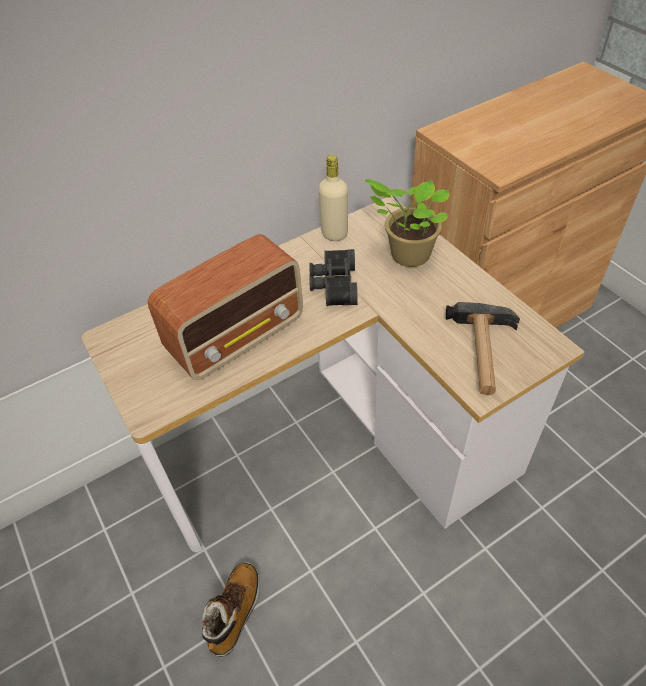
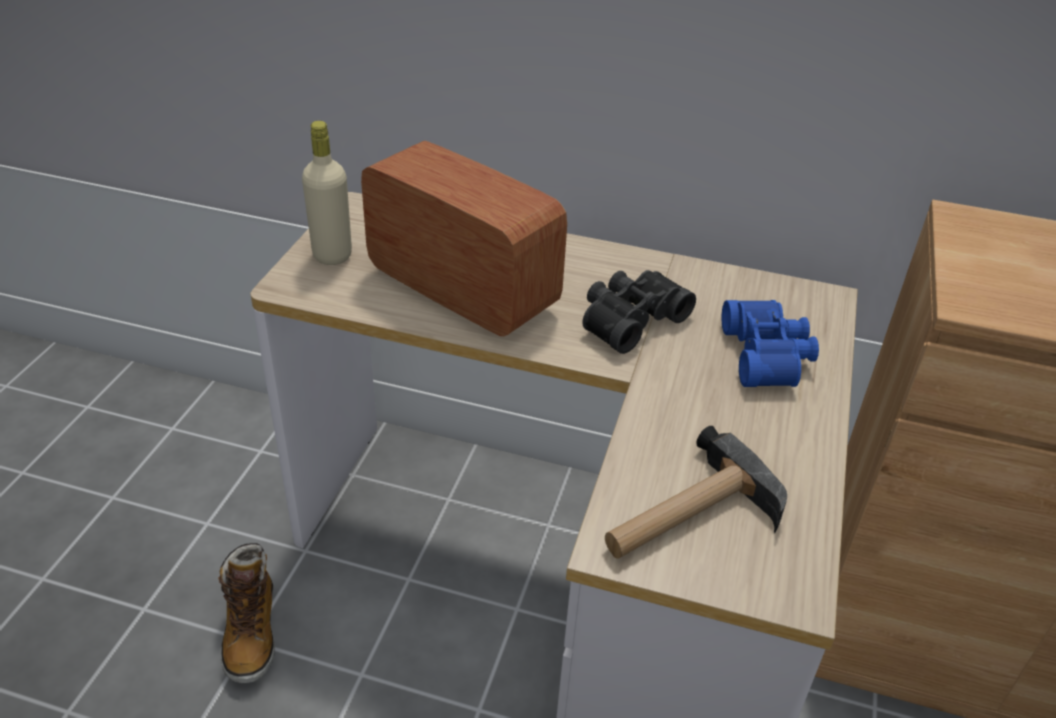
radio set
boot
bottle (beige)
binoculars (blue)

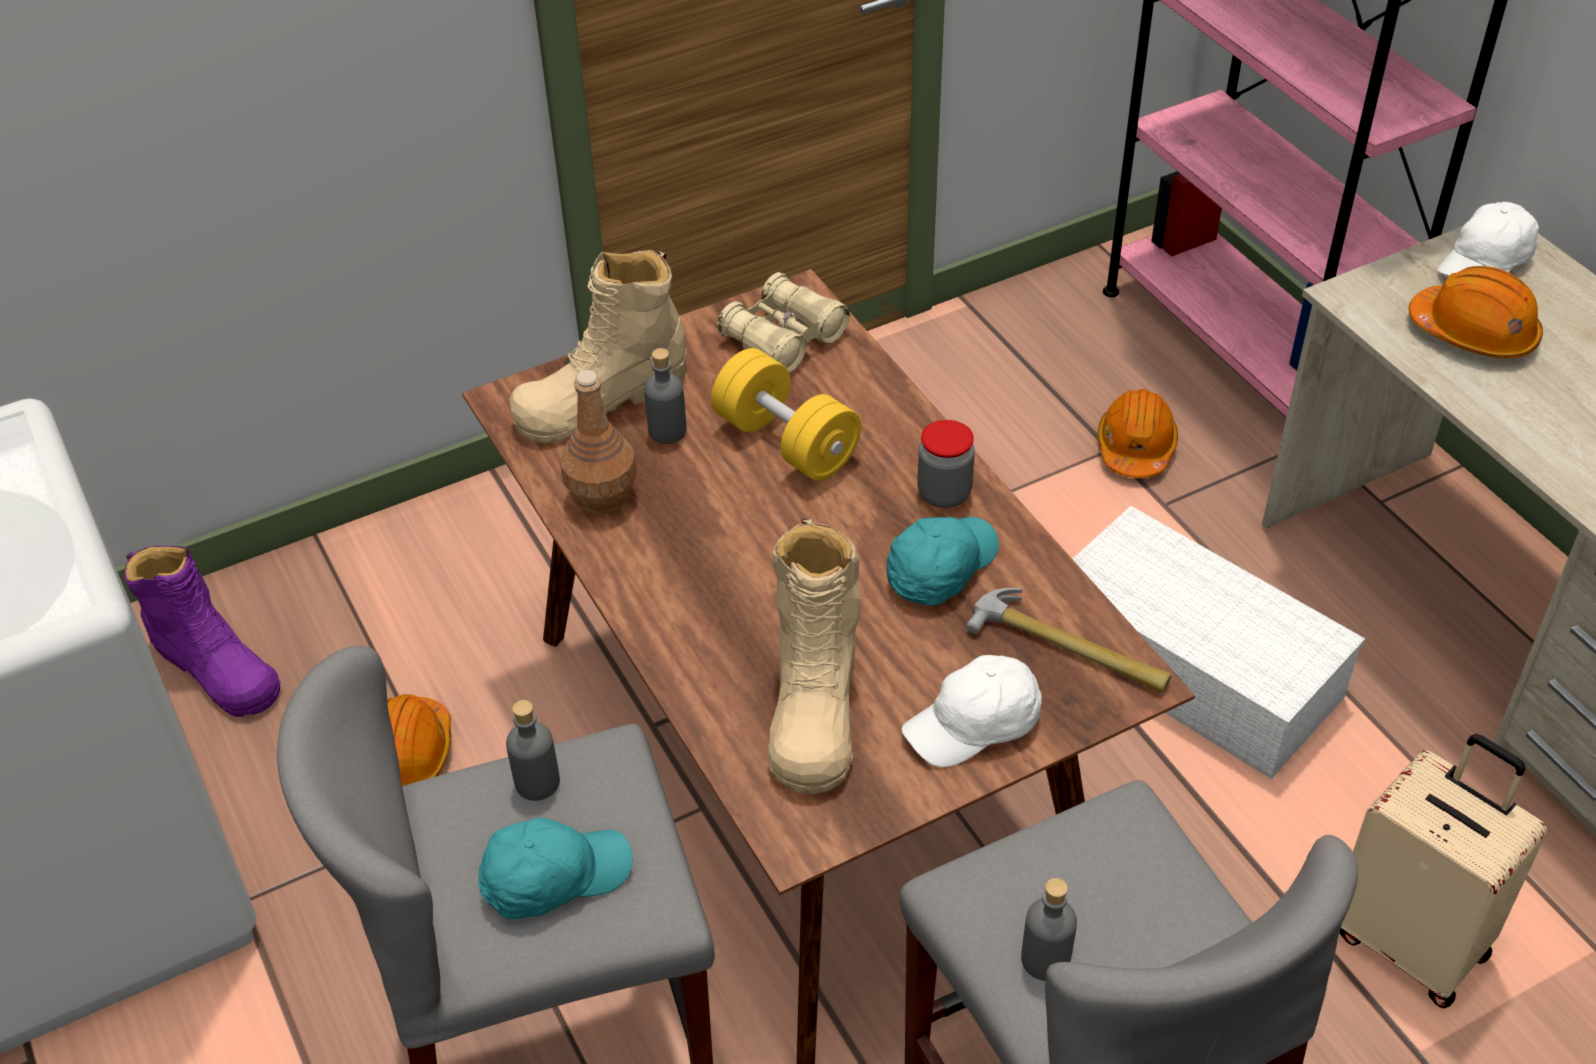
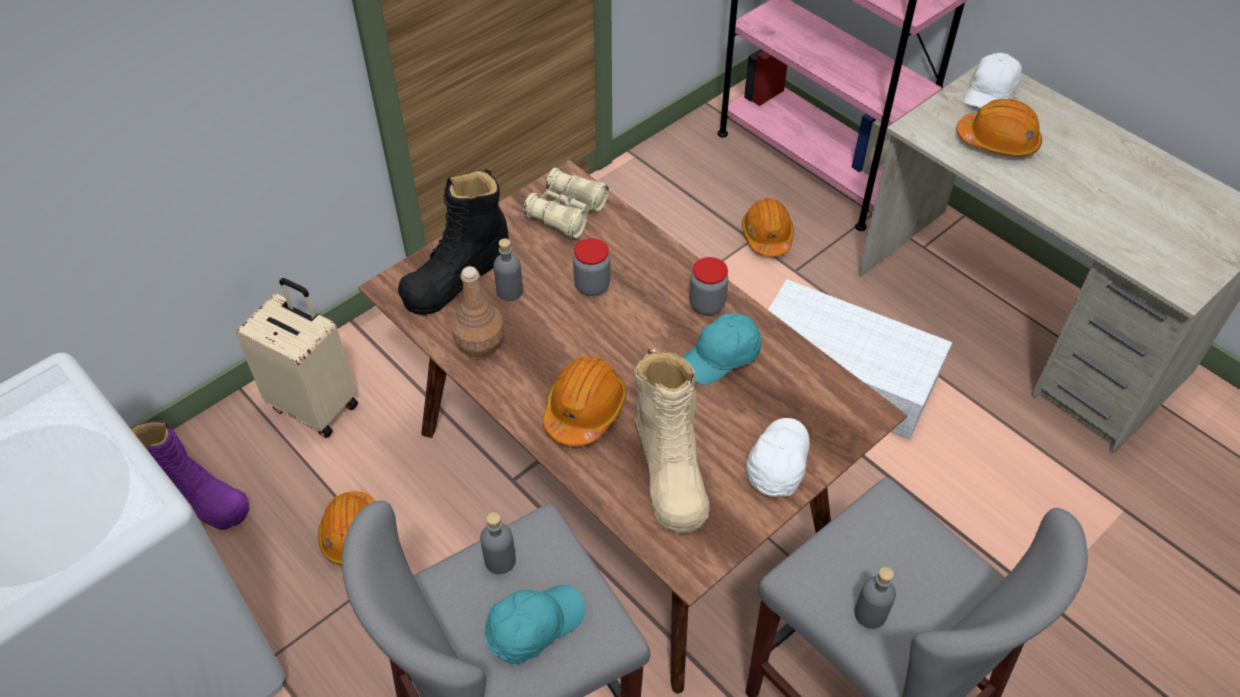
boot (black-coloured)
preserve jar (no. 1 from left)
peaked cap (turquoise) (no. 2 from left)
peaked cap (white-coloured) (no. 1 from left)
hammer
suitcase (beige)
hard hat (orange) (no. 2 from left)

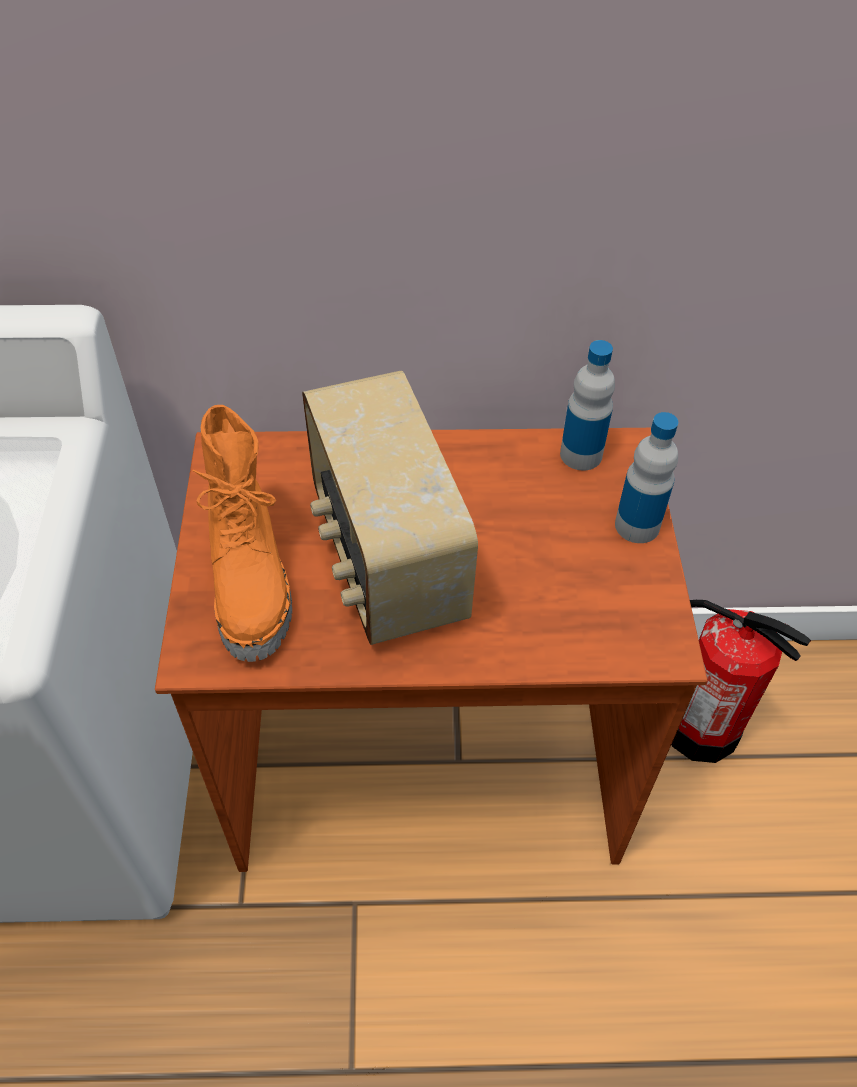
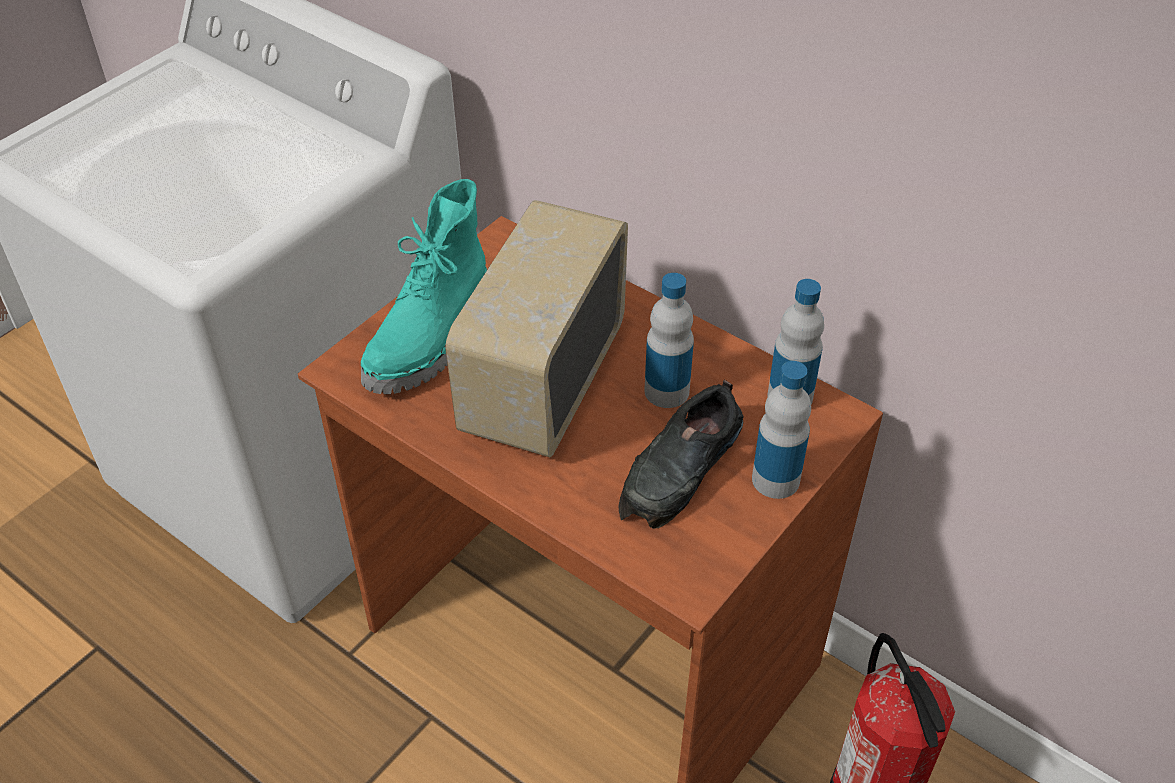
boot (turquoise)
shoe (black-coloured)
bottle (no. 1 from left)

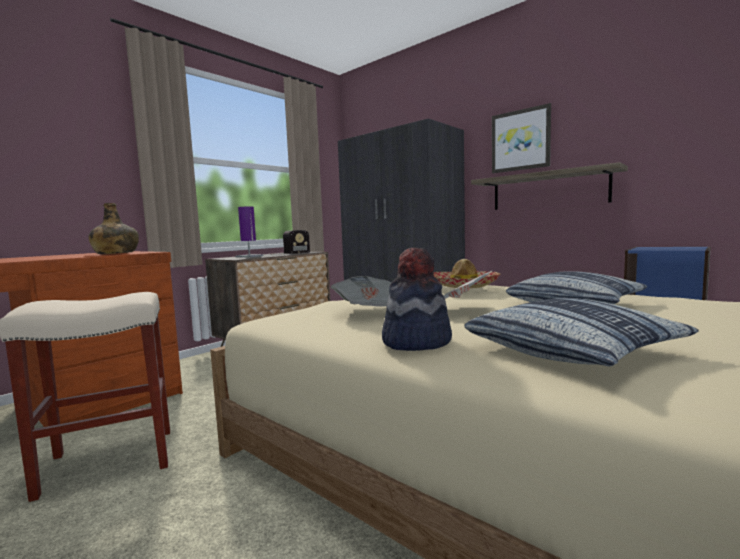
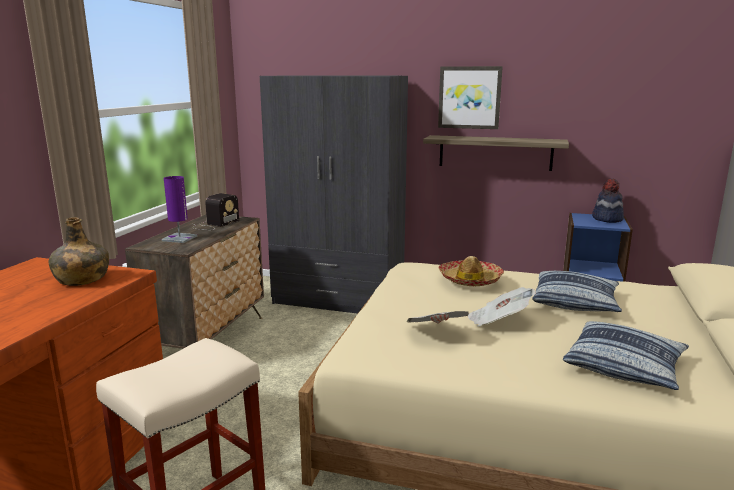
clothing hat (no. 2 from left)

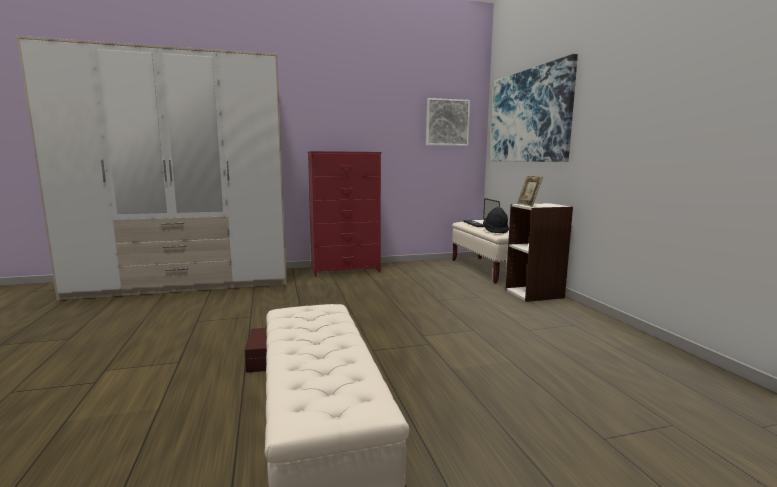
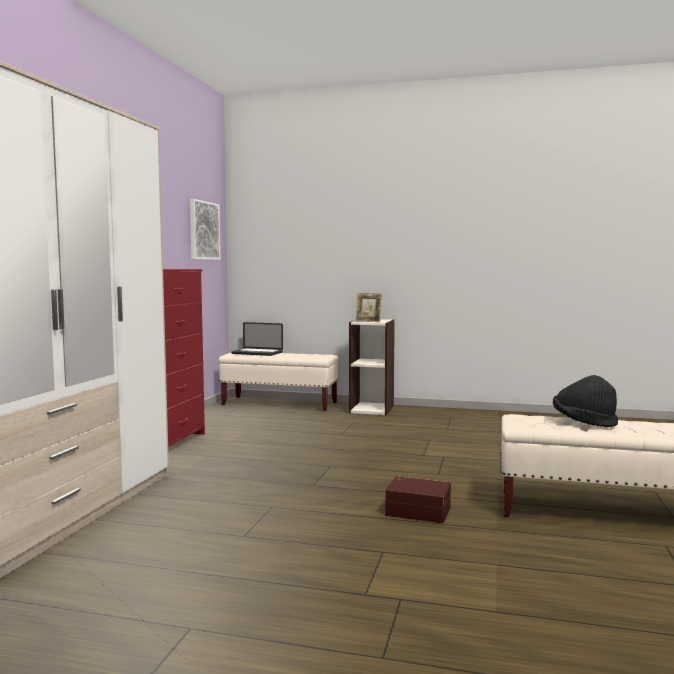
clothing hat (black-coloured)
wall picture (no. 2 from left in the first image)

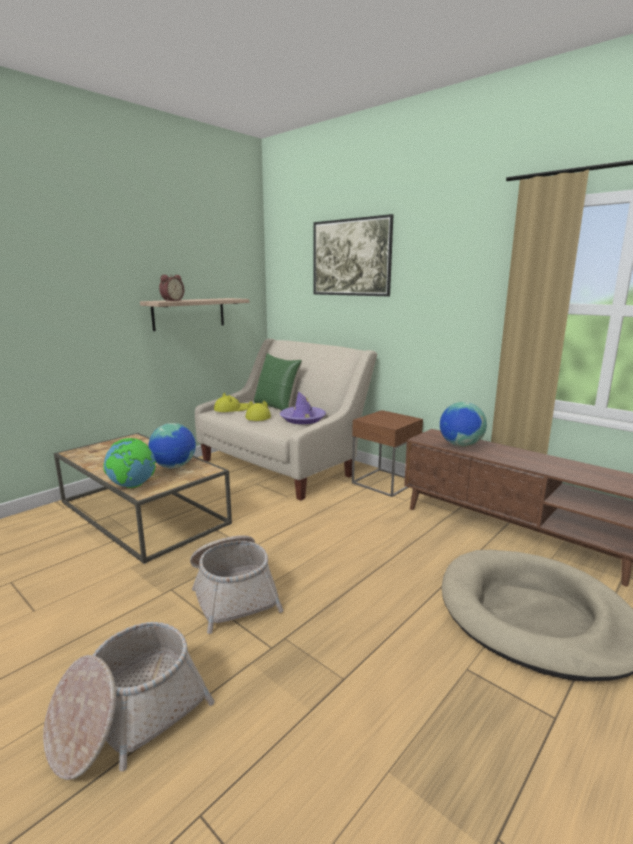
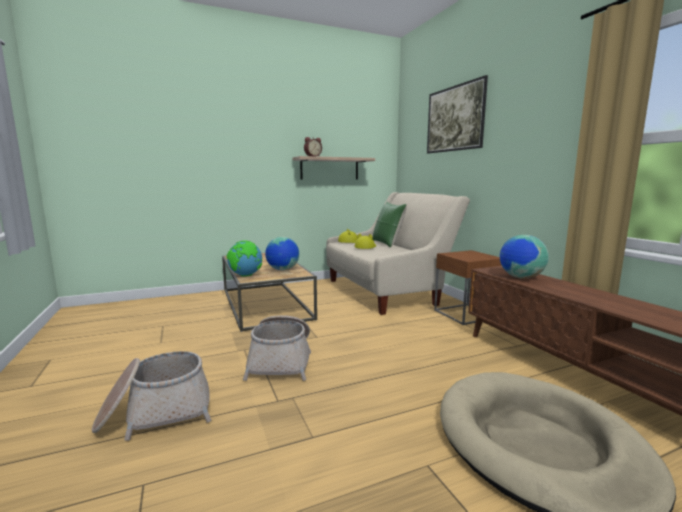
clothing hat (purplish)

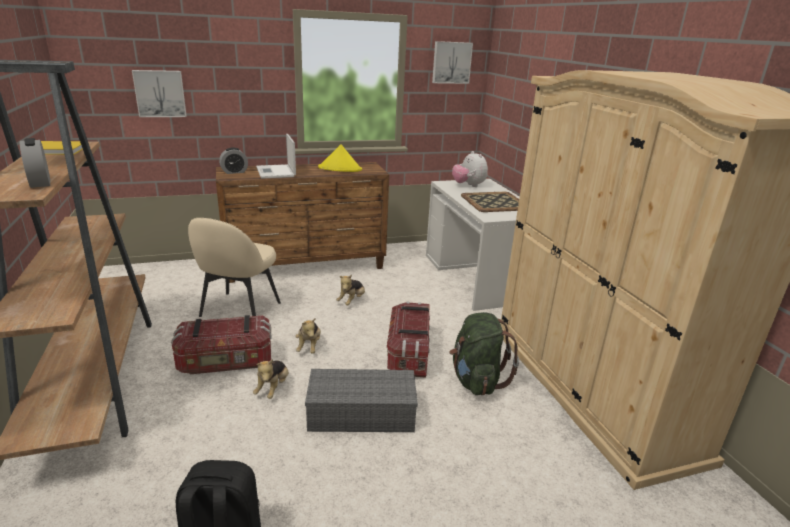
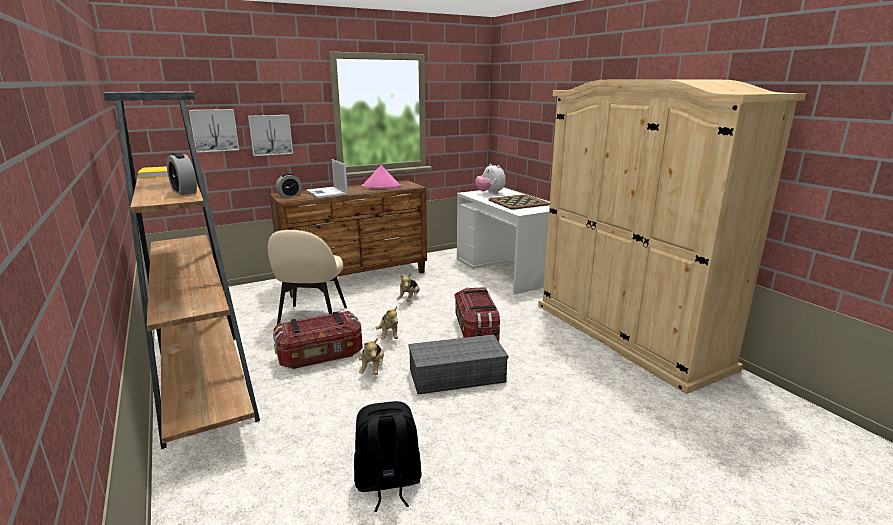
clothing hat (pinkish)
wall picture (no. 2 from left)
knapsack (greenish)

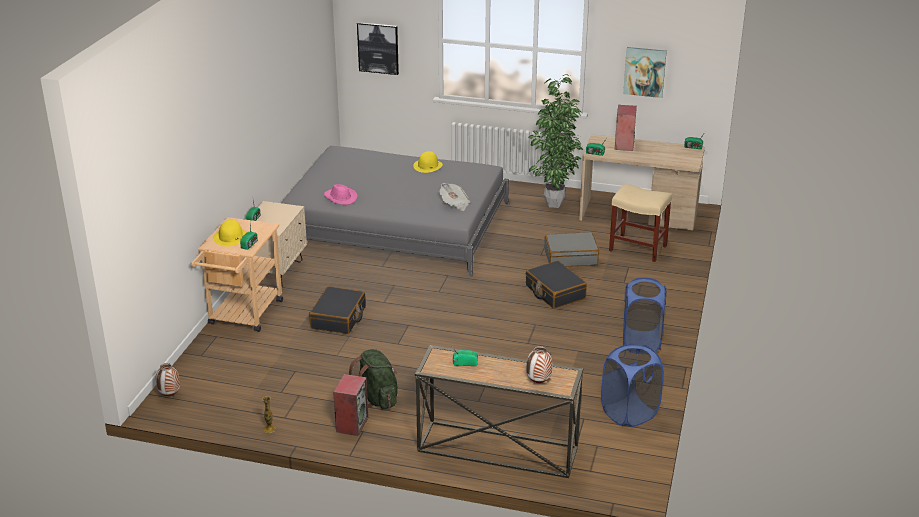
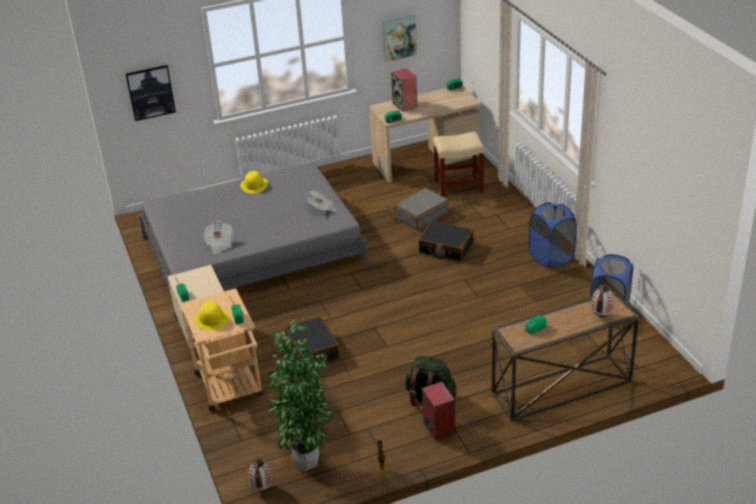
daily paper (no. 1 from left)
houseplant

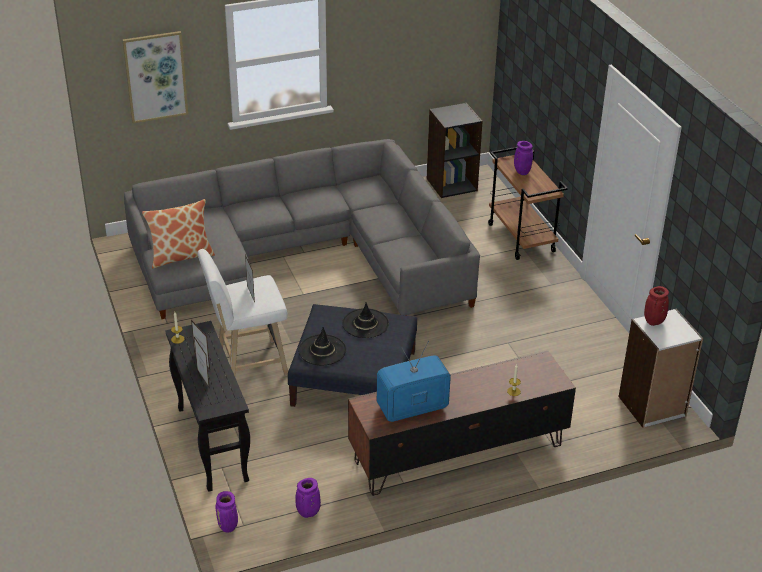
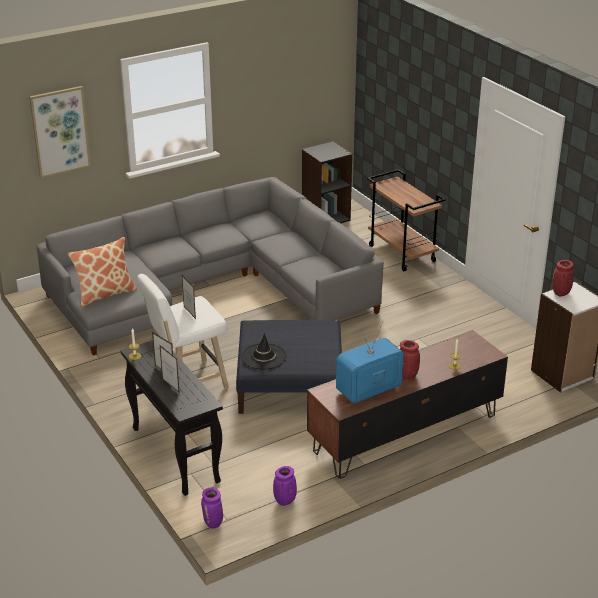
clothing hat (black-coloured) (no. 2 from left in the first image)
flower vase (purplish) (no. 3 from left in the first image)
flower vase (reddish) (no. 1 from left)

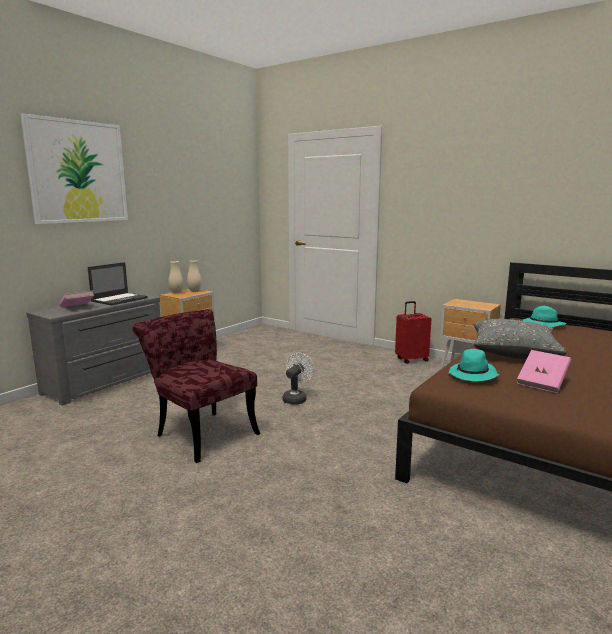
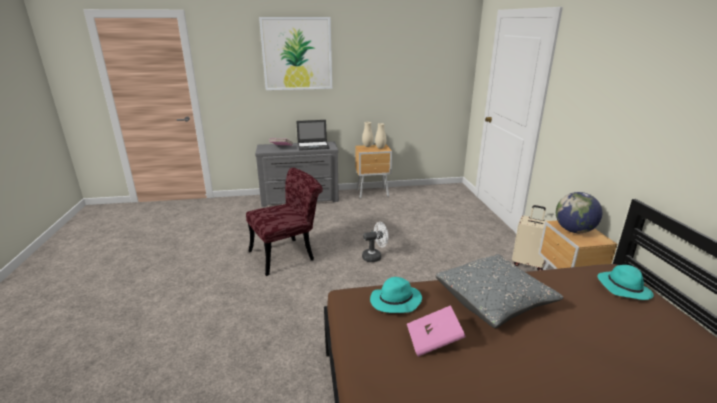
plain chair (reddish)
suitcase (beige)
desk globe

